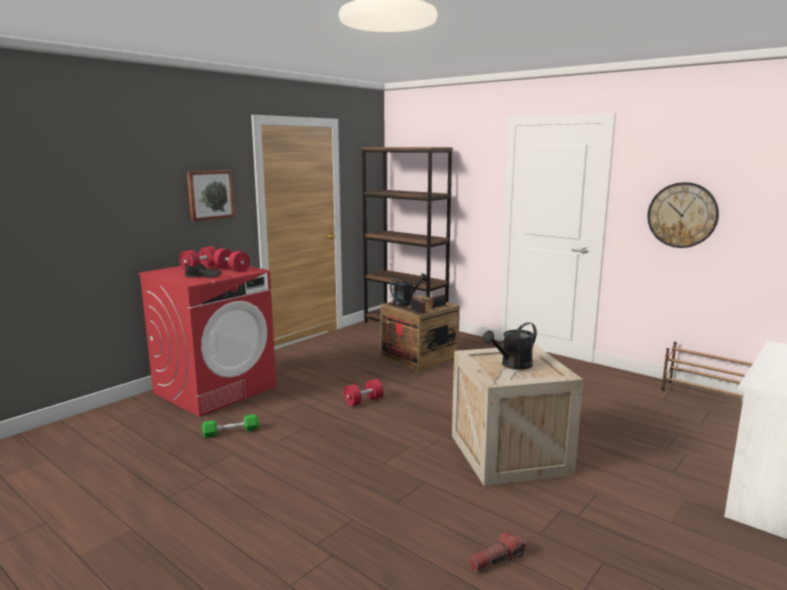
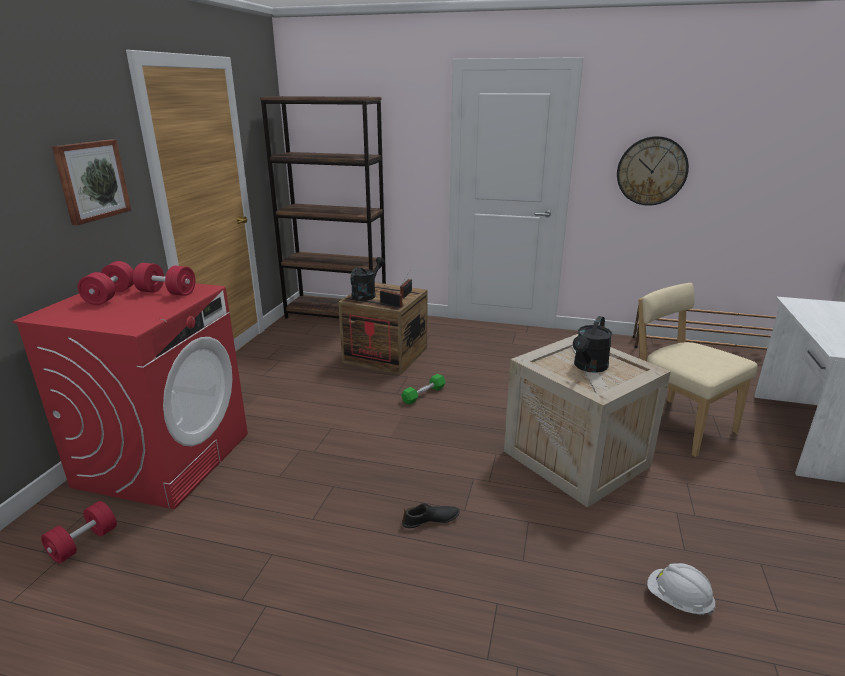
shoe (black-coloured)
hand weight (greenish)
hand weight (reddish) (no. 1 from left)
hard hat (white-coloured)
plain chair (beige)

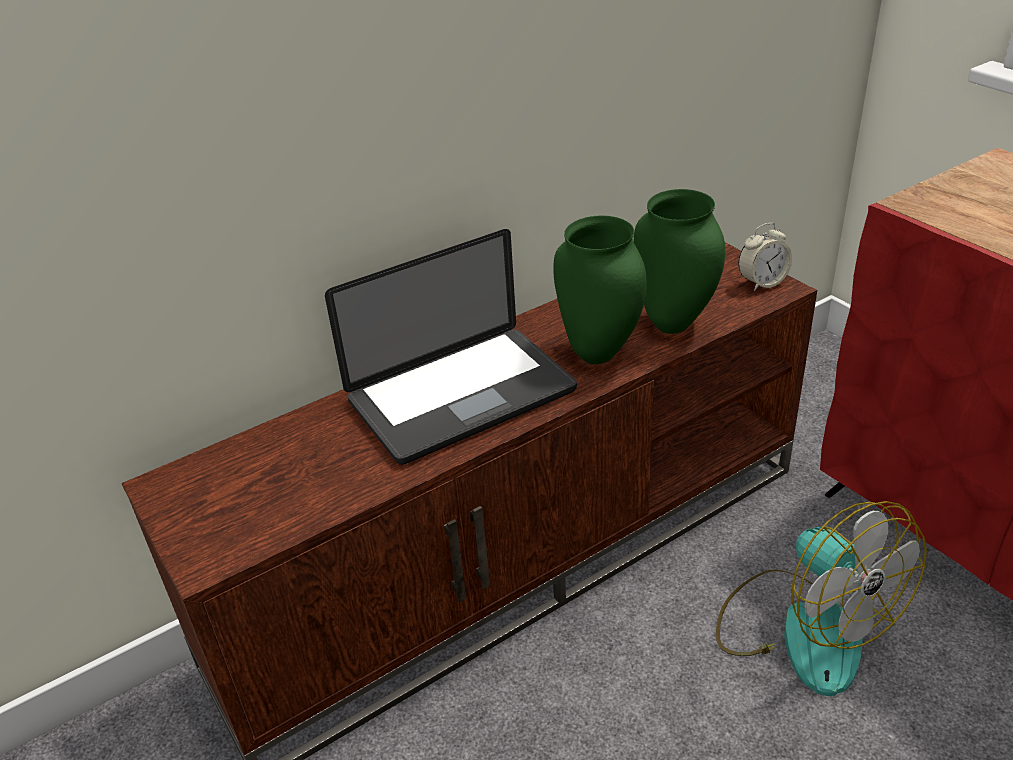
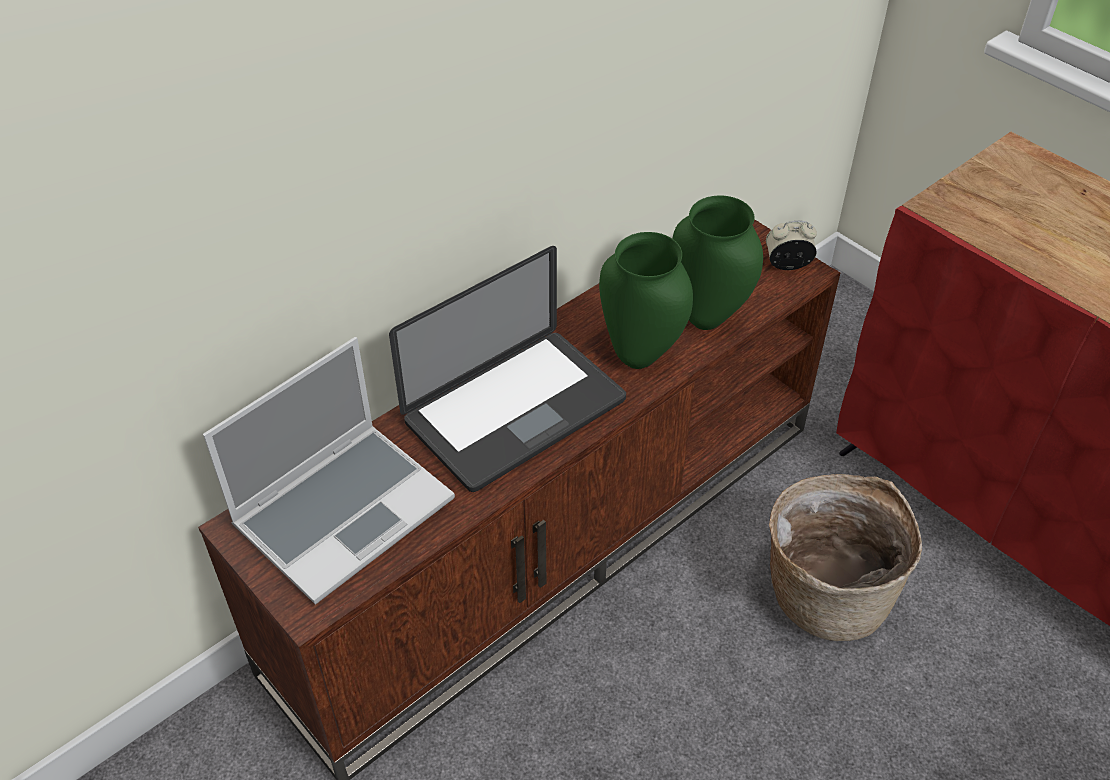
basket
alarm clock
portable computer (no. 1 from left)

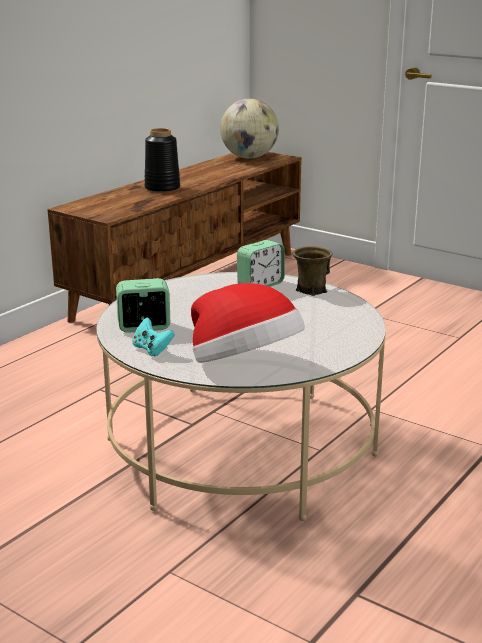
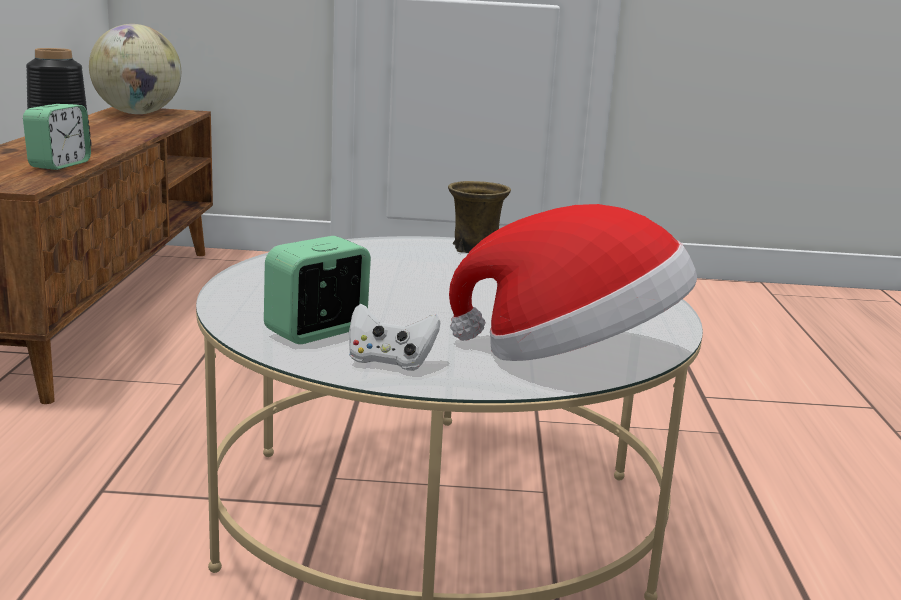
gamepad (white-coloured)
alarm clock (no. 1 from left)

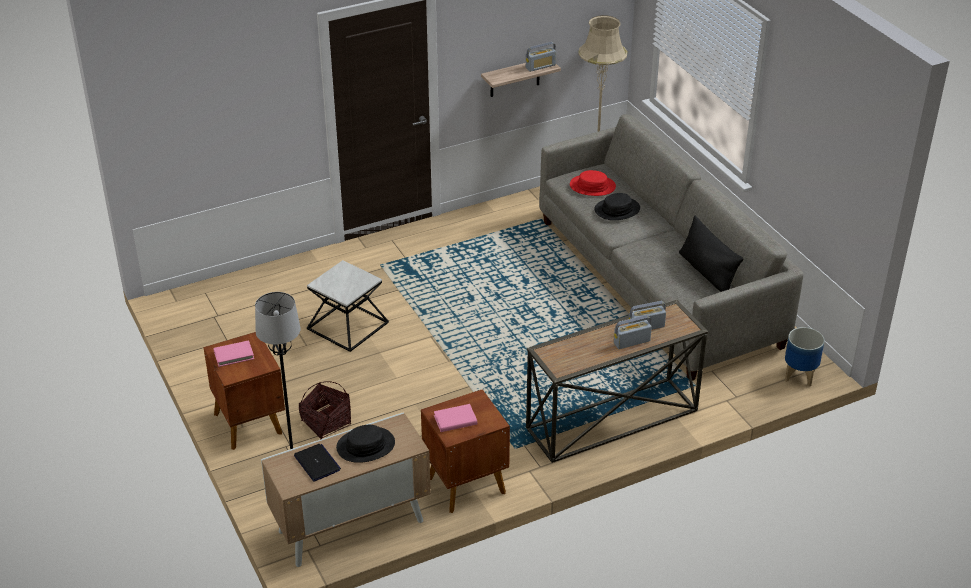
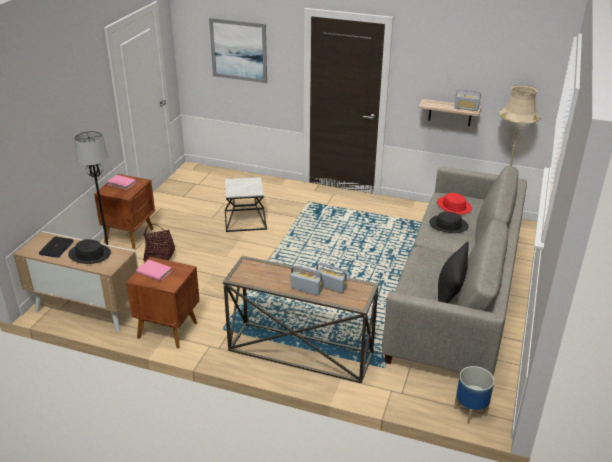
wall picture

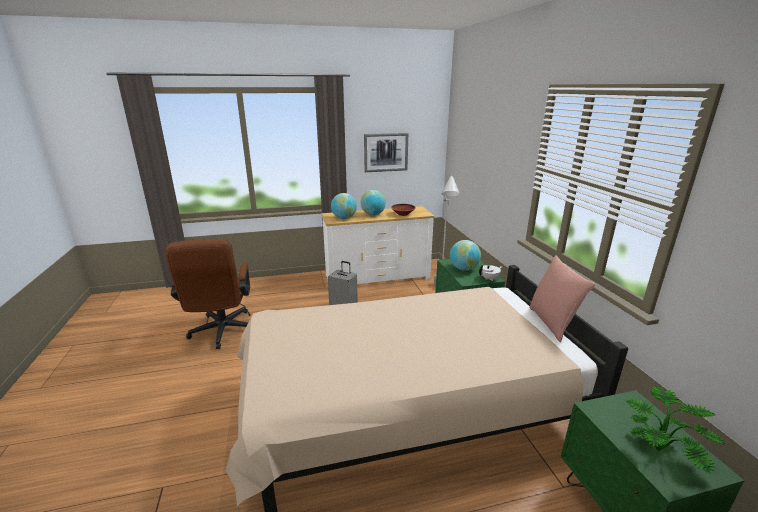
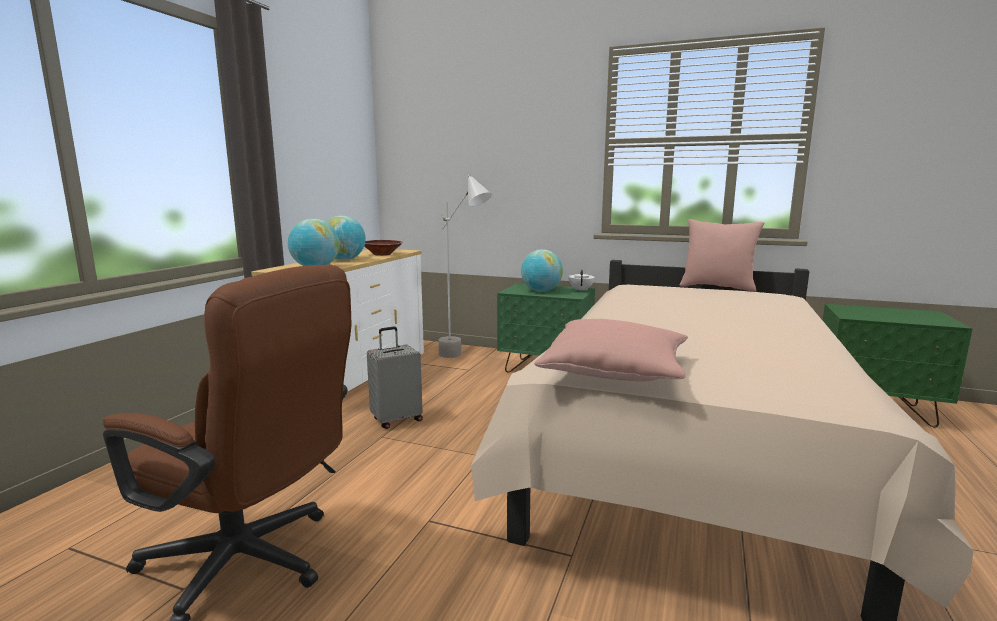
wall picture
houseplant
cushion (pinkish) (no. 1 from left)

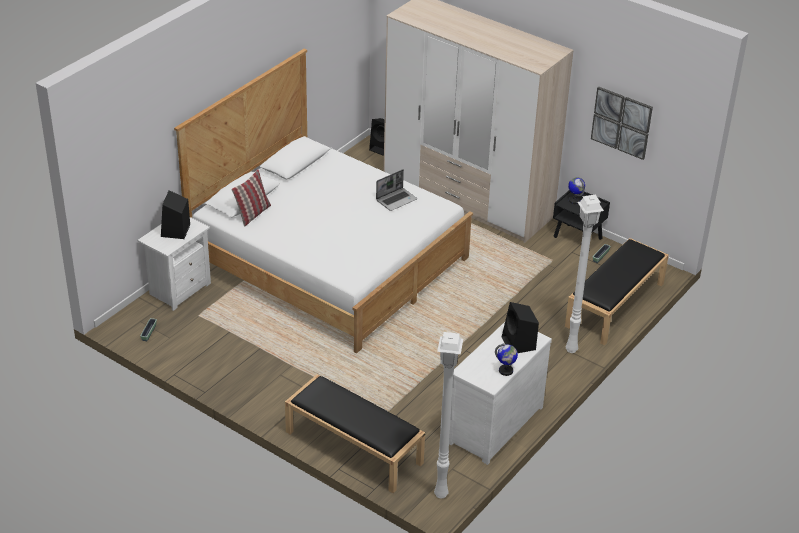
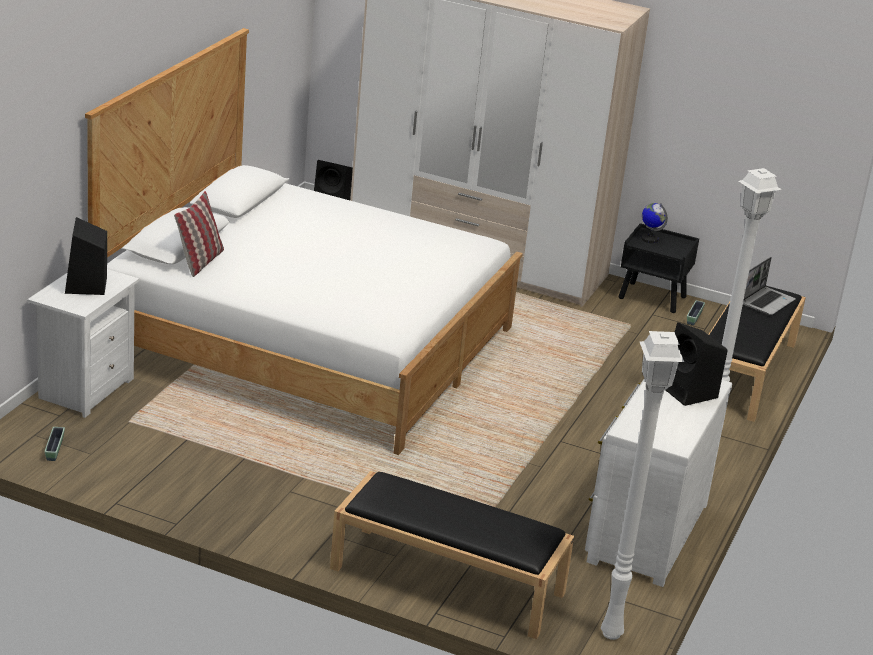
portable computer
desk globe (no. 1 from left in the first image)
wall picture

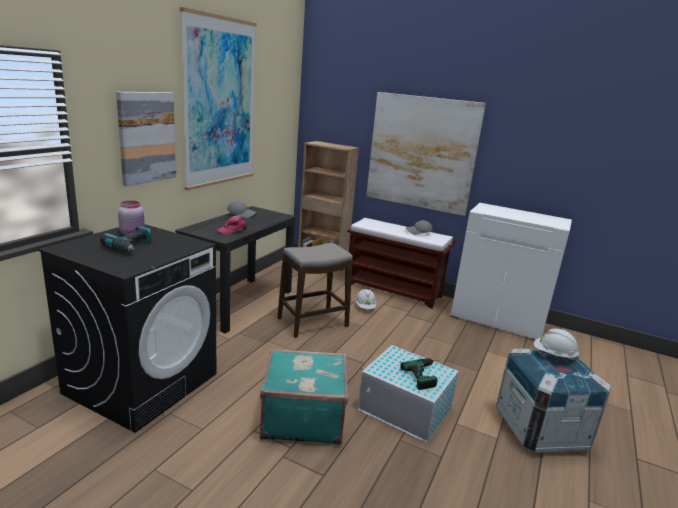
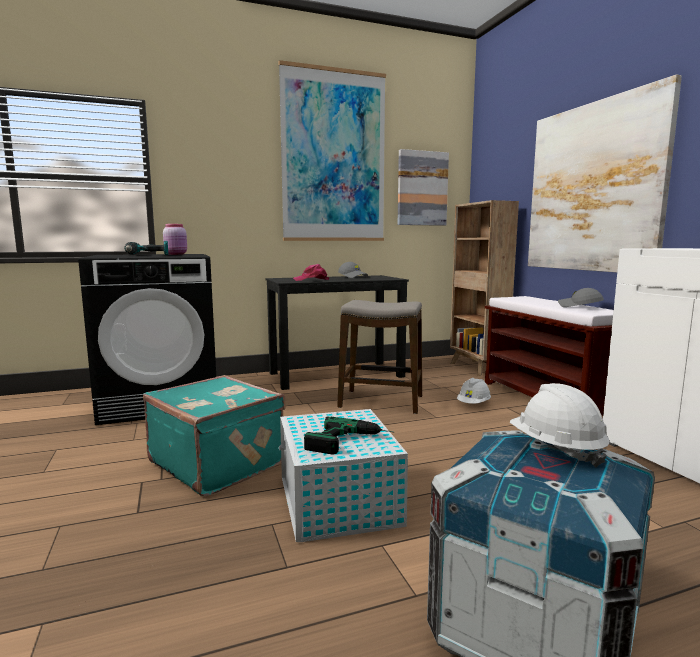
wall picture (no. 2 from left)

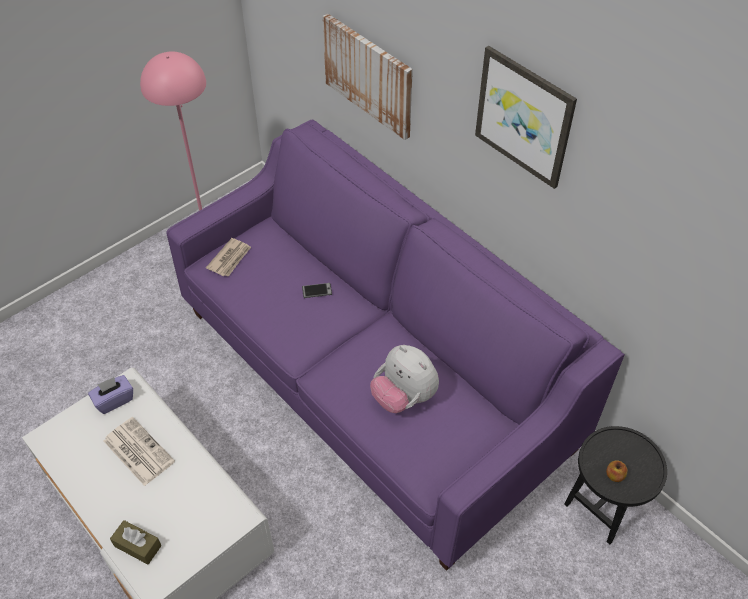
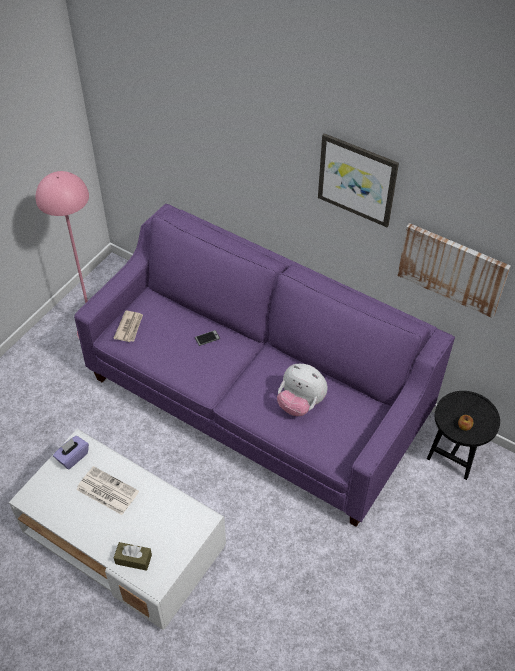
wall picture (no. 2 from left)

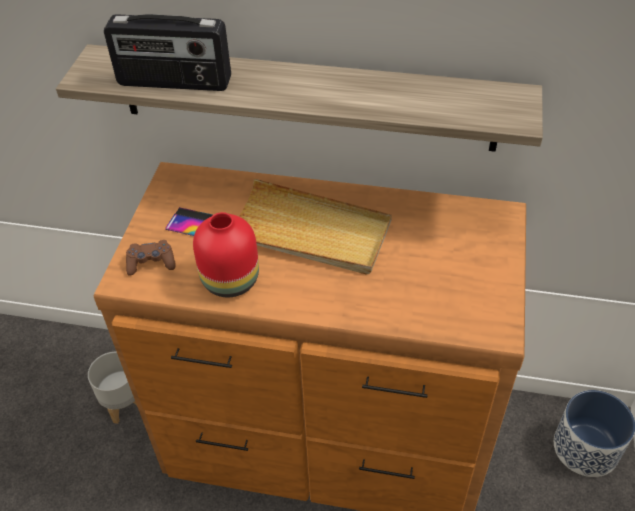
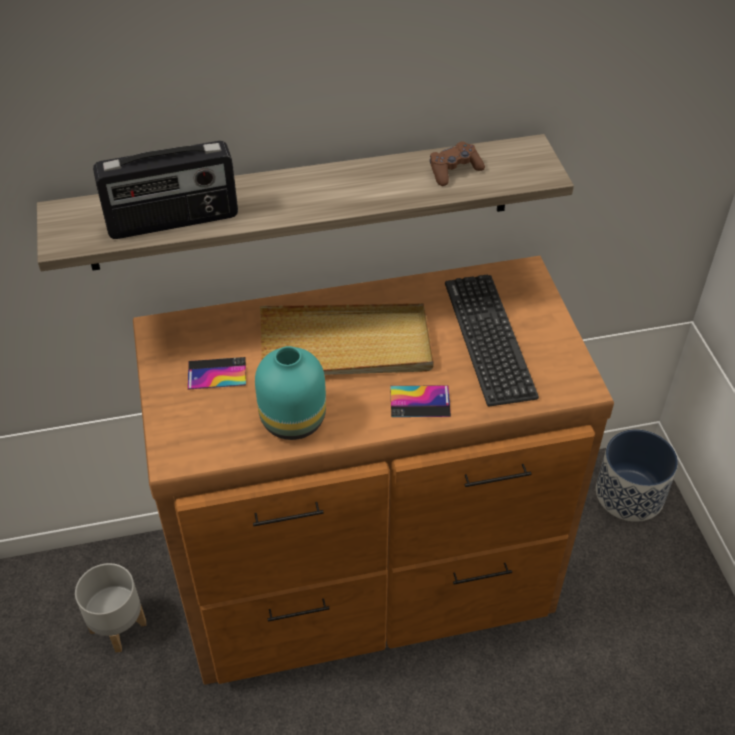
gamepad (brownish)
flower vase (turquoise)
handset (no. 2 from left)
keyboard

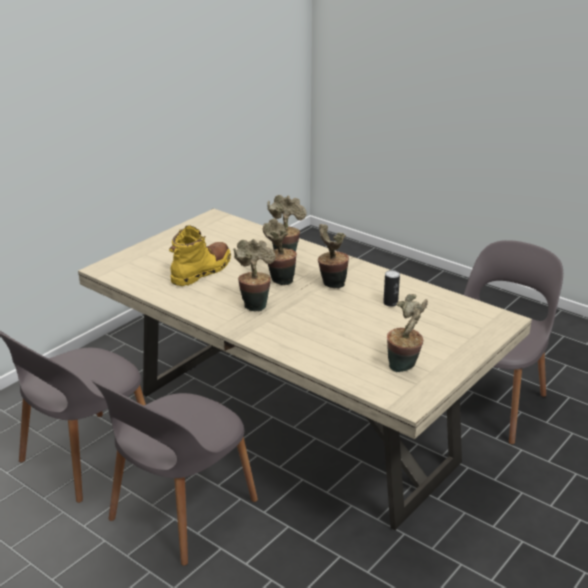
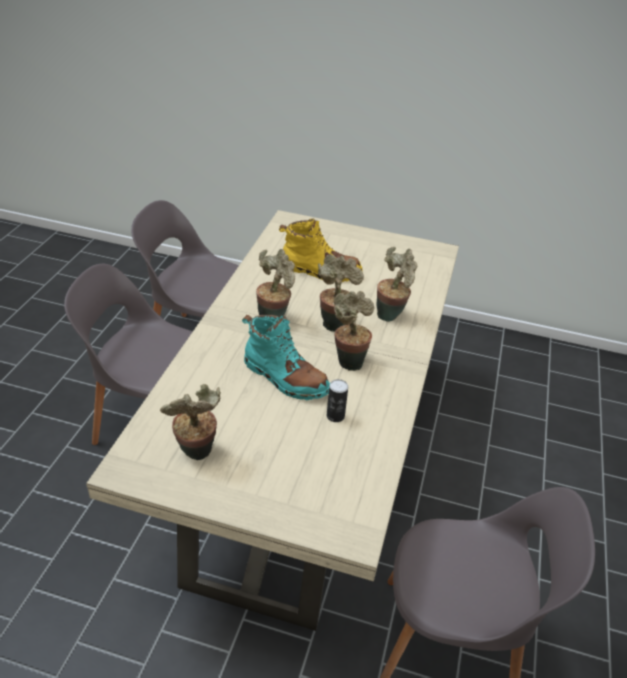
boot (turquoise)

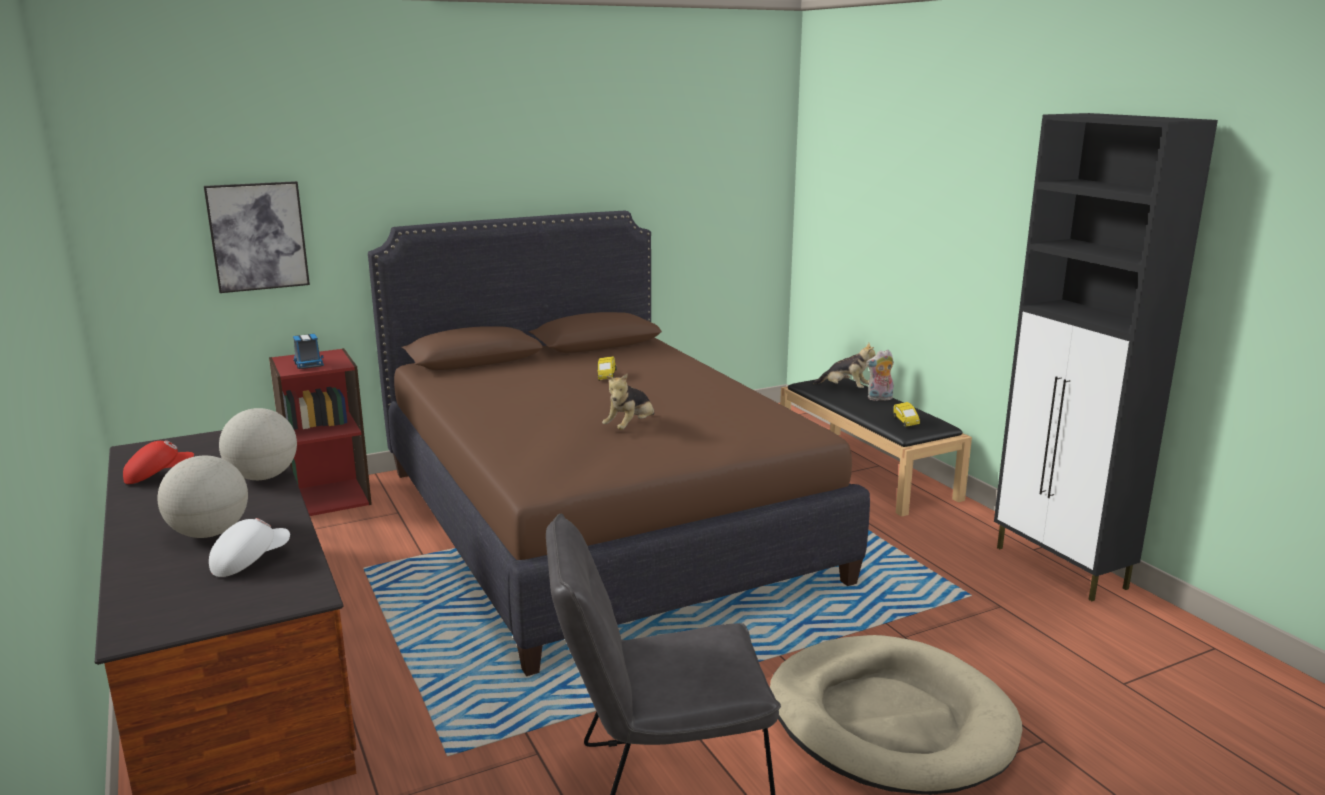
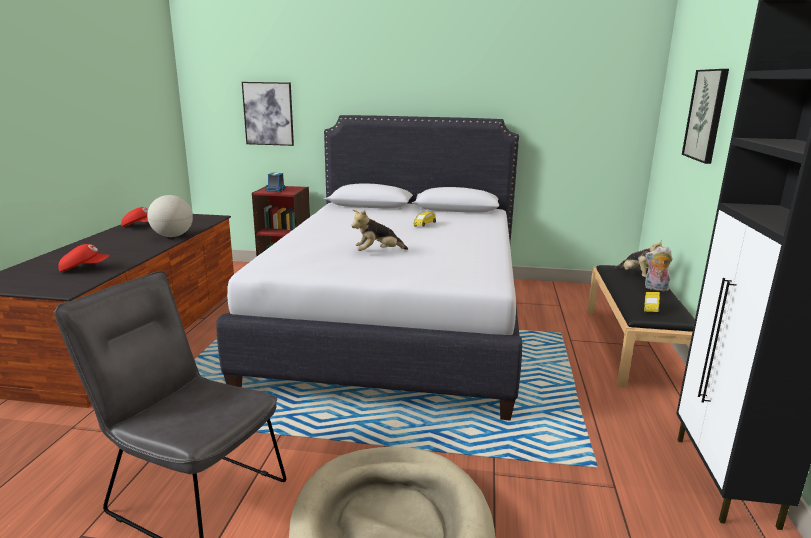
desk globe (no. 1 from left in the first image)
peaked cap (reddish) (no. 1 from left)
bedroom bed (white-coloured)
wall picture (no. 2 from left)

